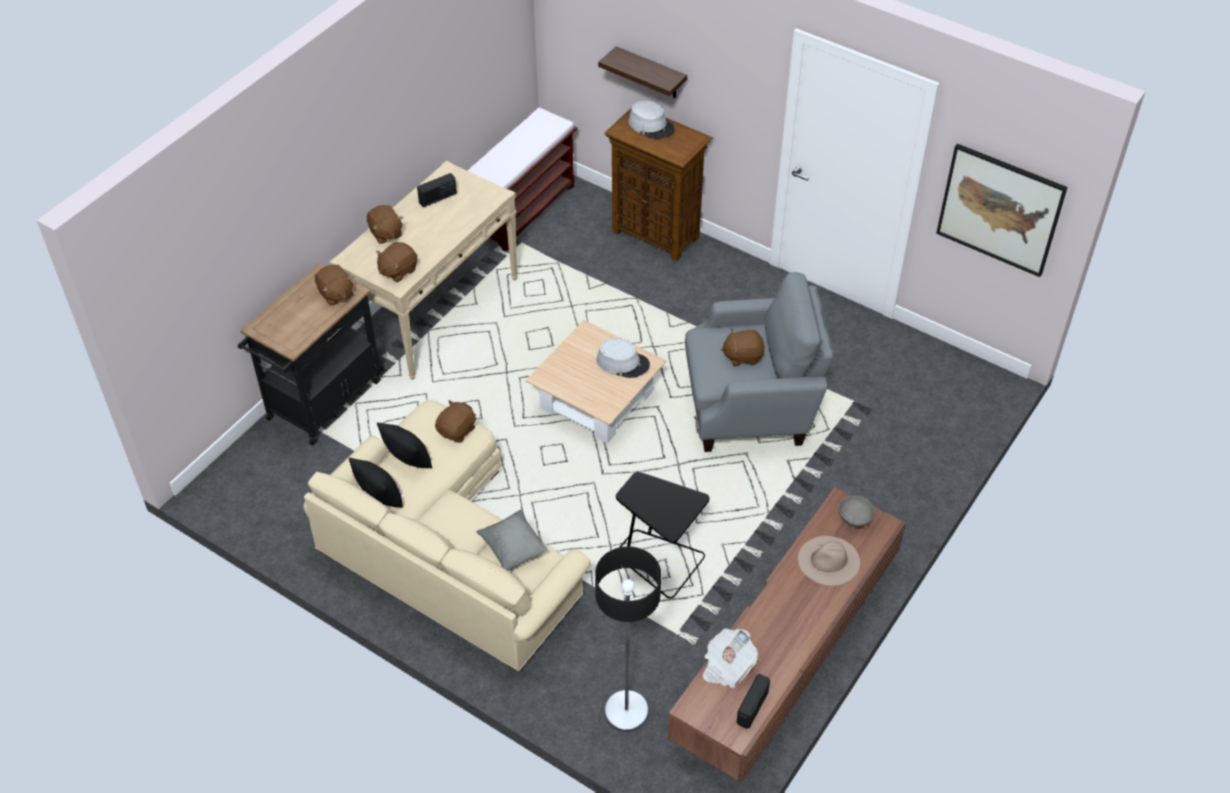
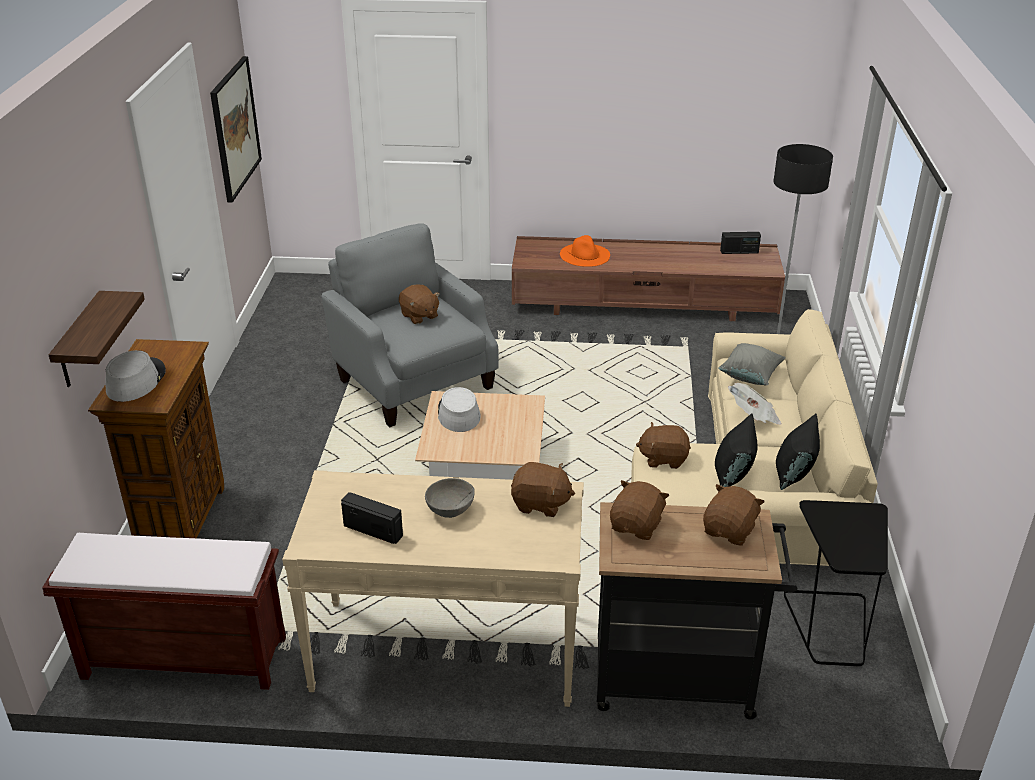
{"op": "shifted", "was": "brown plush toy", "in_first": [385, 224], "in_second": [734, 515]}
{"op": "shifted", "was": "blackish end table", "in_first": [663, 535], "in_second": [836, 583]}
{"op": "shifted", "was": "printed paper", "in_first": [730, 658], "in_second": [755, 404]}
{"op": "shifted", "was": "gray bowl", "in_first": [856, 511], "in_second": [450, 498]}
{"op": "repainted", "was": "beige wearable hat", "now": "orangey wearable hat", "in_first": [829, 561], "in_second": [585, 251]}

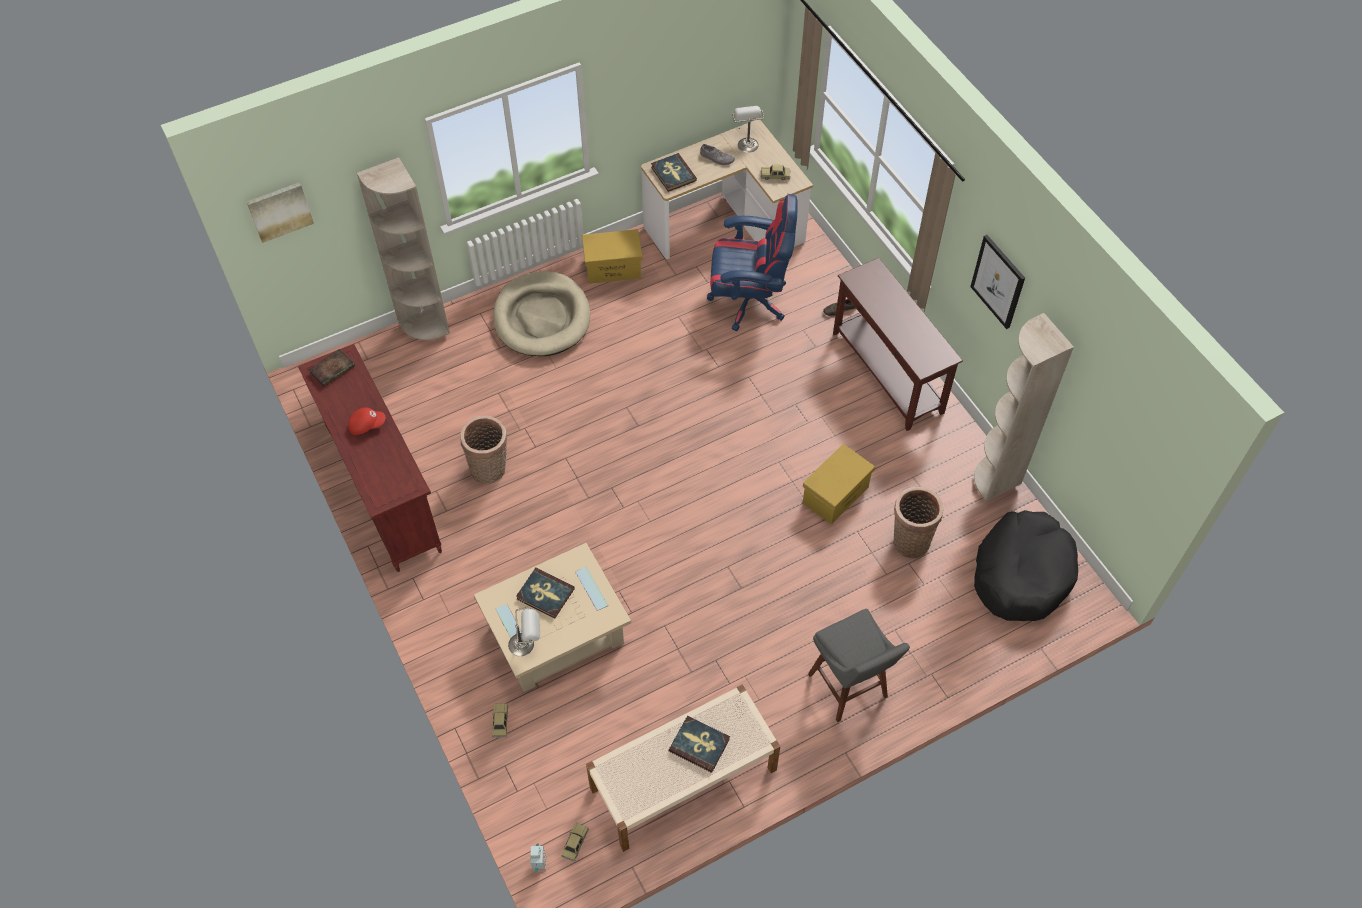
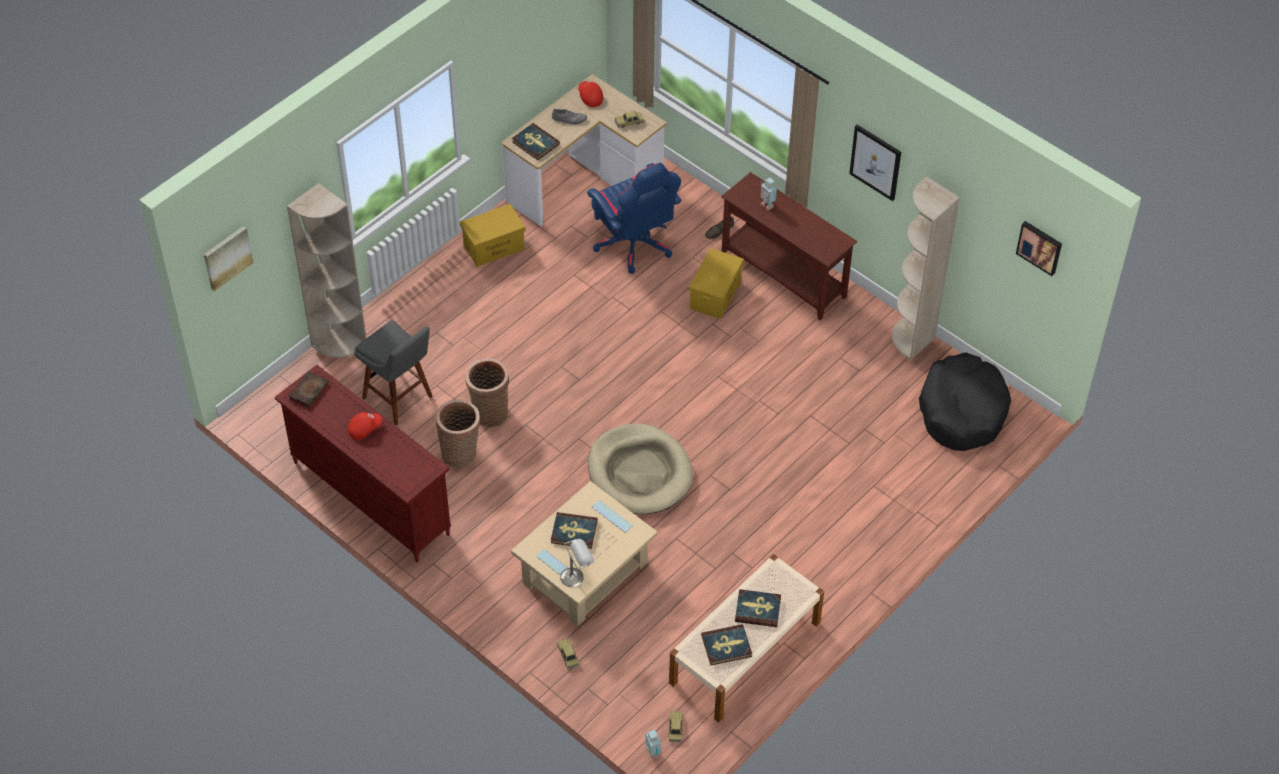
{"op": "new", "now": "book", "in_second": [726, 645]}
{"op": "new", "now": "model robot", "in_second": [768, 194]}
{"op": "new", "now": "picture", "in_second": [1039, 248]}
{"op": "shifted", "was": "beige dog bed", "in_first": [541, 313], "in_second": [640, 469]}
{"op": "shifted", "was": "yellow-coloured storage container", "in_first": [839, 484], "in_second": [716, 283]}
{"op": "shifted", "was": "gray sitting stool", "in_first": [859, 665], "in_second": [393, 372]}
{"op": "shifted", "was": "storage basket", "in_first": [918, 522], "in_second": [487, 392]}
{"op": "swapped", "was": "white-coloured tabletop lamp", "now": "red peaked cap", "in_first": [748, 129], "in_second": [590, 94]}
{"op": "rotated", "was": "blue desk chair", "in_first": [752, 262], "in_second": [634, 218], "clockwise": 75}

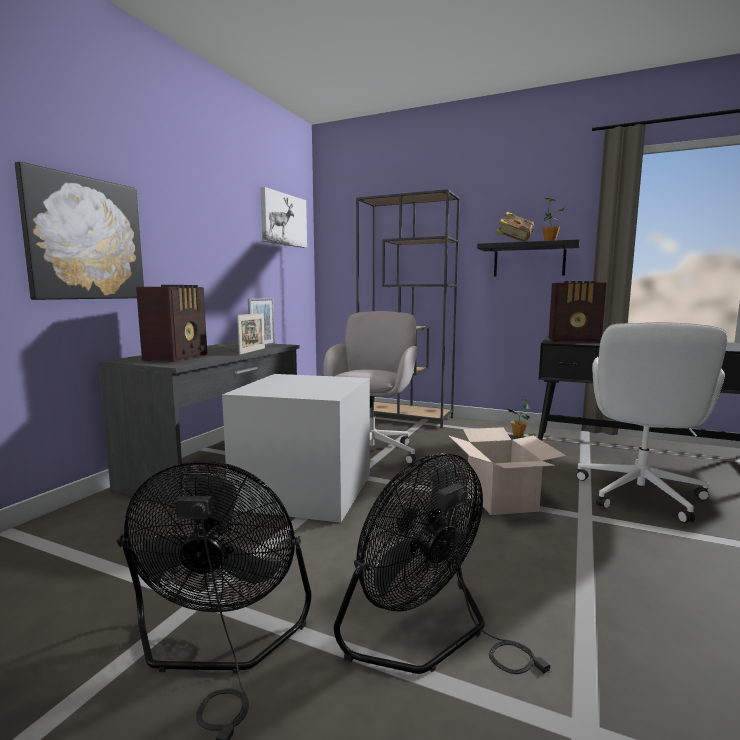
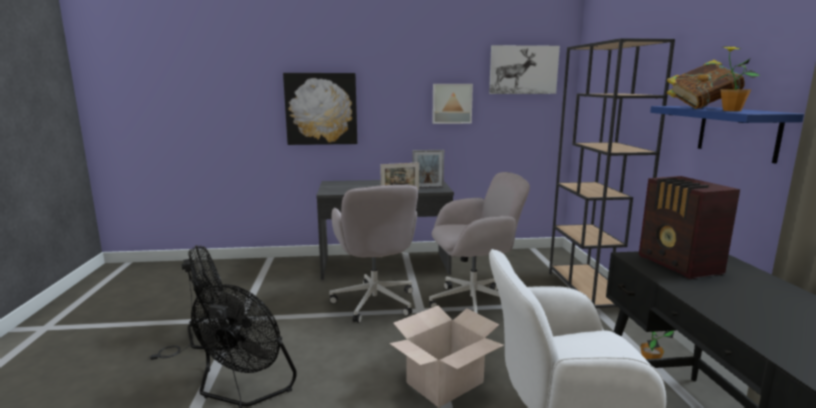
{"op": "gone", "was": "radio receiver", "in_first": [171, 323]}
{"op": "new", "now": "picture", "in_second": [452, 104]}
{"op": "swapped", "was": "gray storage container", "now": "gray desk chair", "in_first": [296, 448], "in_second": [373, 254]}
{"op": "repainted", "was": "blackish wall shelf", "now": "blue wall shelf", "in_first": [528, 257], "in_second": [727, 135]}

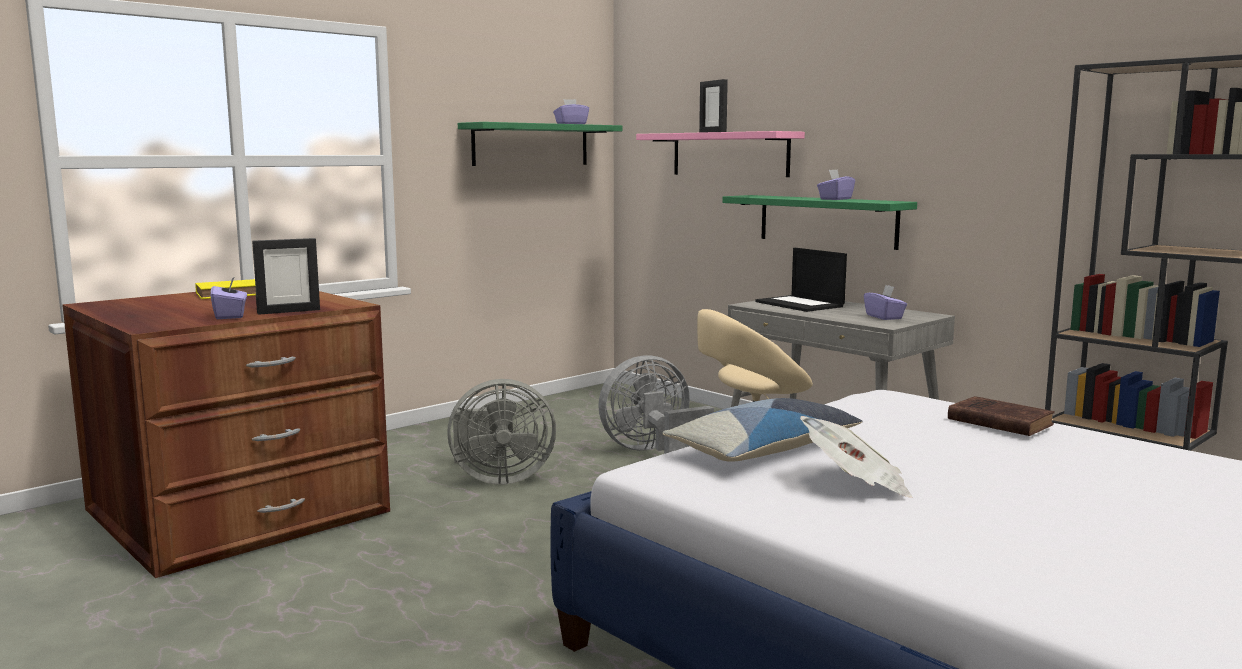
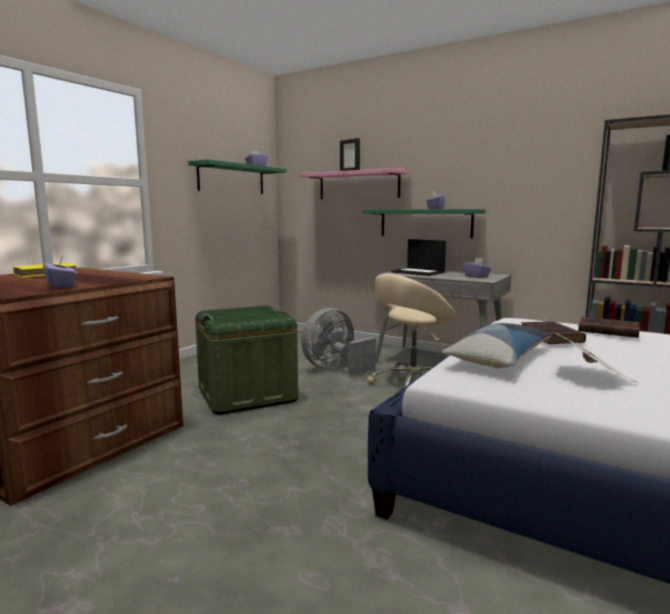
{"op": "gone", "was": "standing frame", "in_first": [286, 276]}
{"op": "new", "now": "brown book", "in_second": [553, 332]}
{"op": "swapped", "was": "gray fan", "now": "green storage container", "in_first": [501, 432], "in_second": [246, 360]}

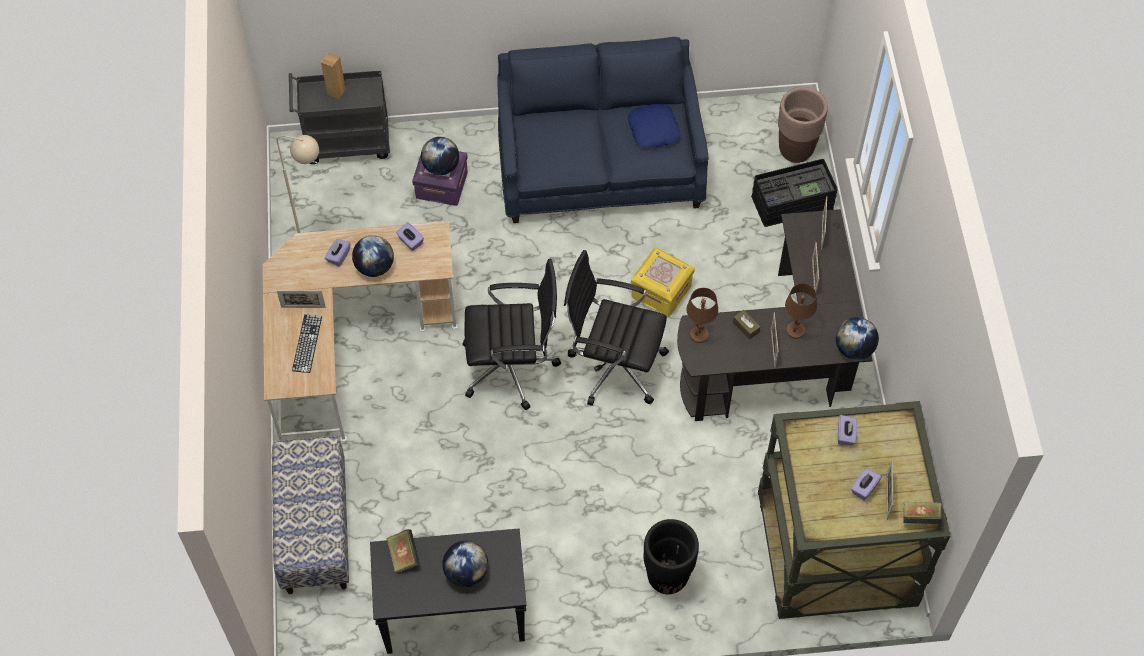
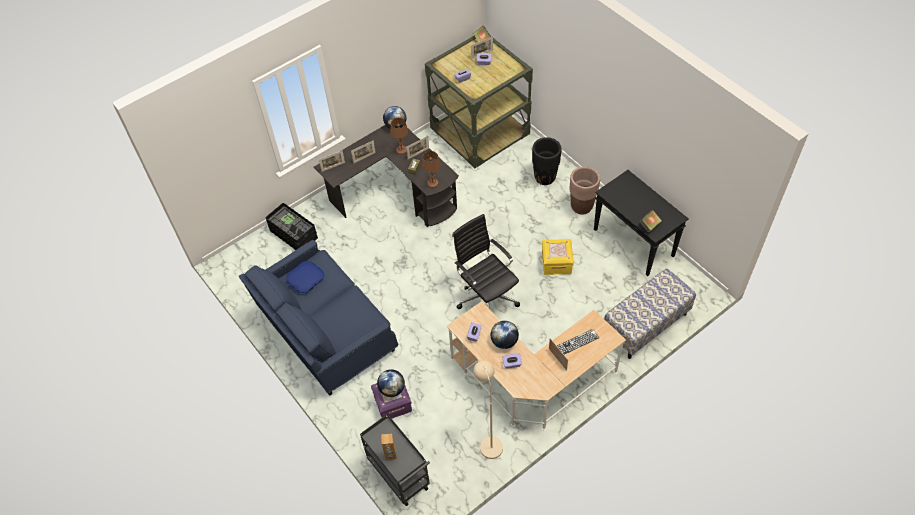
{"op": "gone", "was": "globe", "in_first": [465, 564]}
{"op": "gone", "was": "blackish desk chair", "in_first": [616, 328]}
{"op": "shifted", "was": "yellow-coloured storage container", "in_first": [663, 282], "in_second": [558, 257]}
{"op": "shifted", "was": "brown flower pot", "in_first": [803, 125], "in_second": [584, 190]}

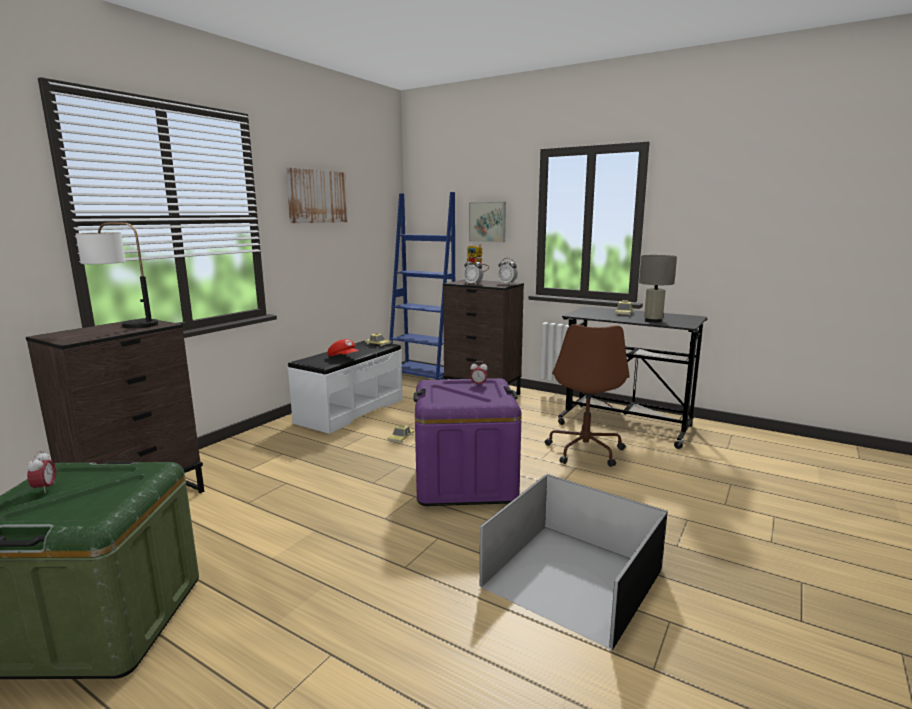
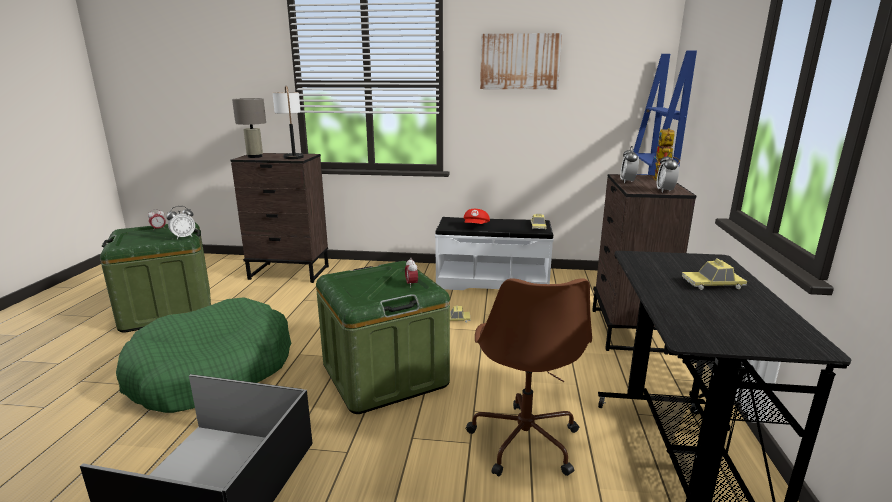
{"op": "gone", "was": "picture", "in_first": [487, 222]}
{"op": "new", "now": "green dog bed", "in_second": [203, 355]}
{"op": "new", "now": "alarm clock", "in_second": [180, 223]}
{"op": "shifted", "was": "gray tabletop lamp", "in_first": [658, 289], "in_second": [249, 128]}
{"op": "repainted", "was": "purplish storage container", "now": "green storage container", "in_first": [467, 442], "in_second": [383, 337]}
{"op": "rotated", "was": "brown desk chair", "in_first": [587, 395], "in_second": [529, 377], "clockwise": -75}

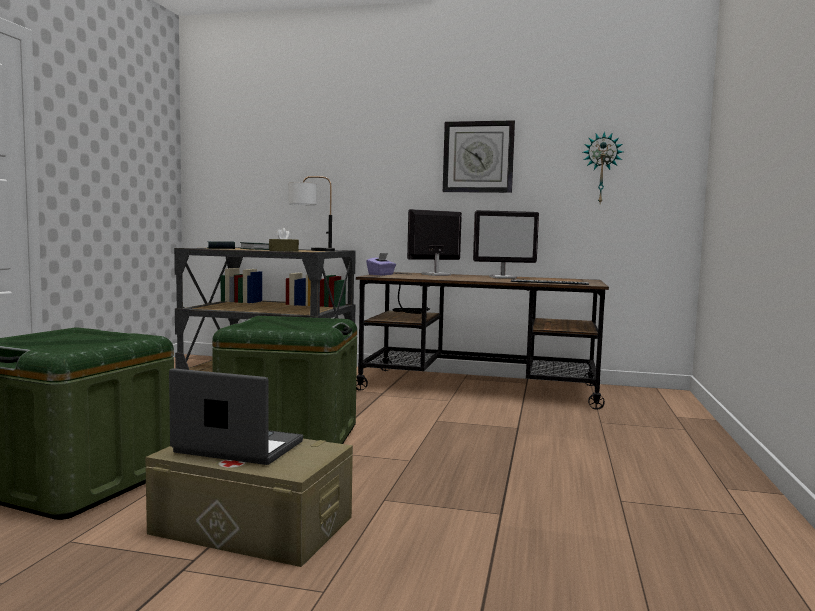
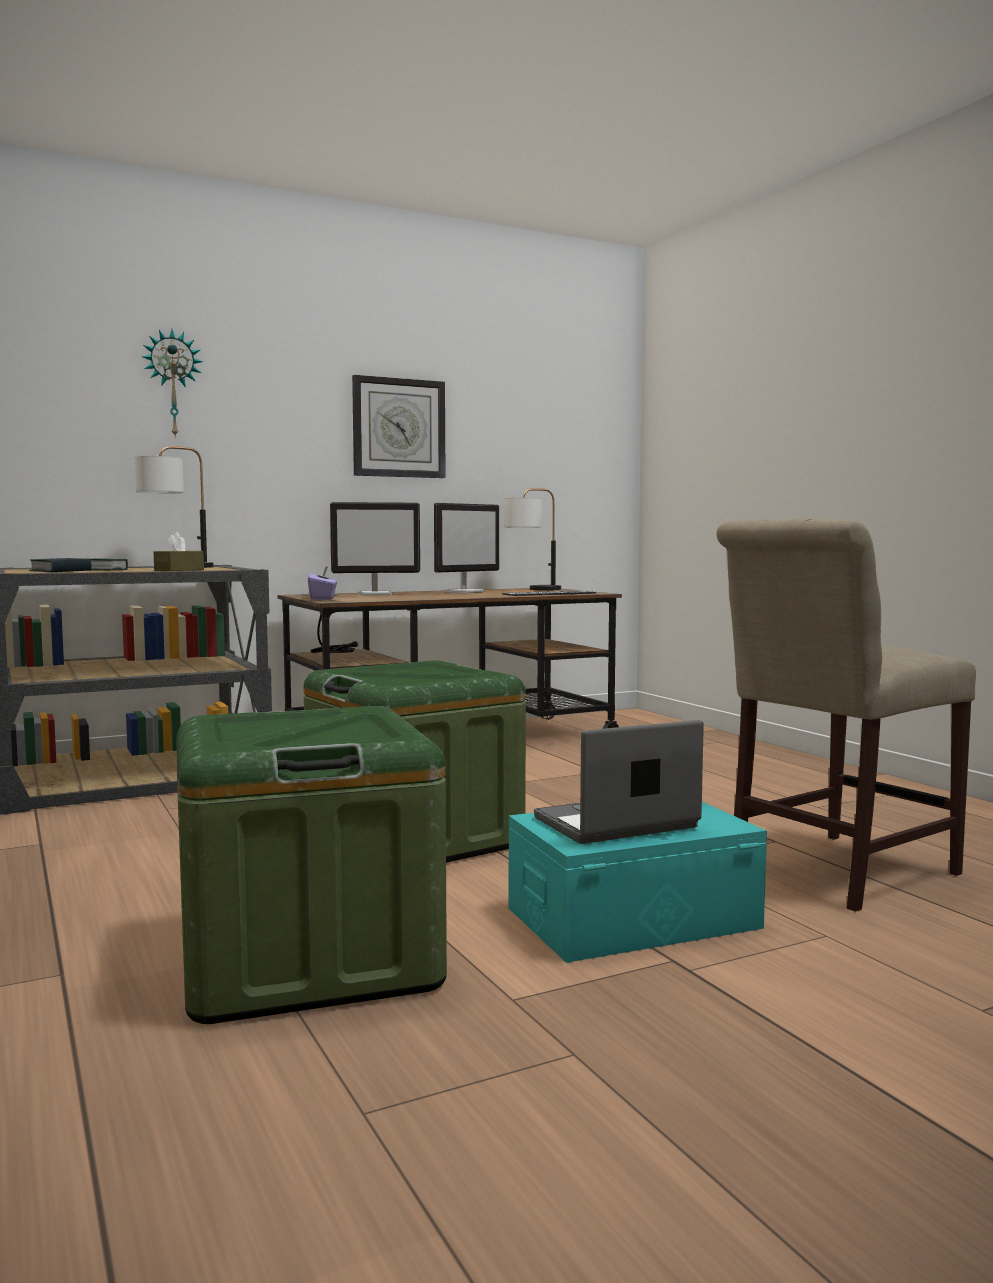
{"op": "new", "now": "tabletop lamp", "in_second": [532, 539]}
{"op": "new", "now": "beige chair", "in_second": [846, 715]}
{"op": "shifted", "was": "wall clock", "in_first": [603, 167], "in_second": [172, 383]}
{"op": "repainted", "was": "beige storage container", "now": "turquoise-coloured storage container", "in_first": [249, 503], "in_second": [638, 882]}
{"op": "rotated", "was": "computer screen", "in_first": [434, 242], "in_second": [375, 549], "clockwise": -120}

